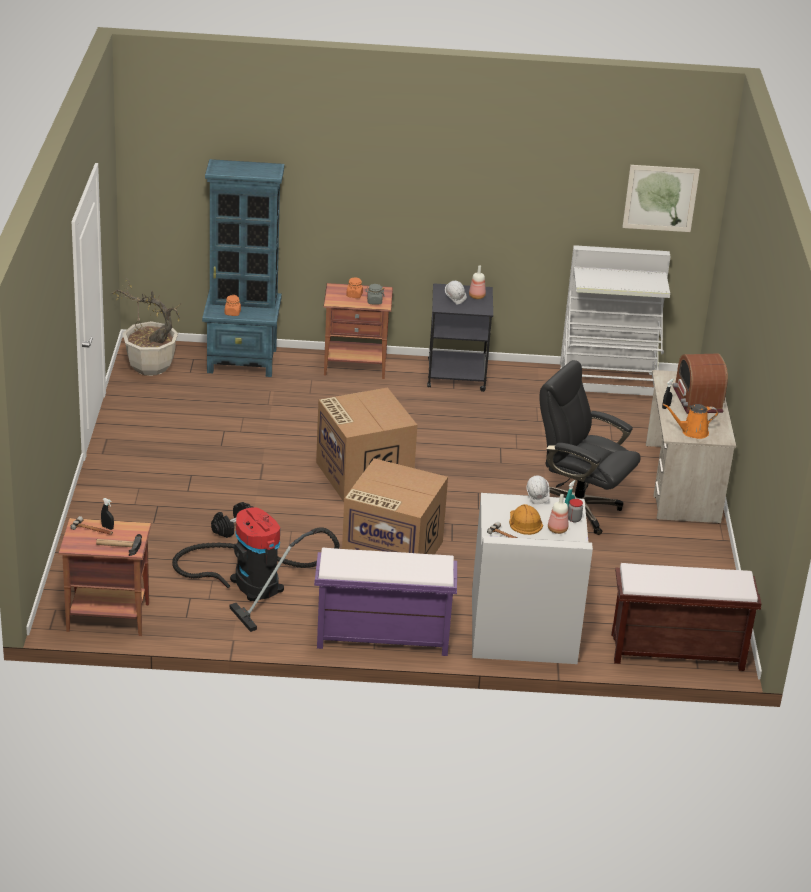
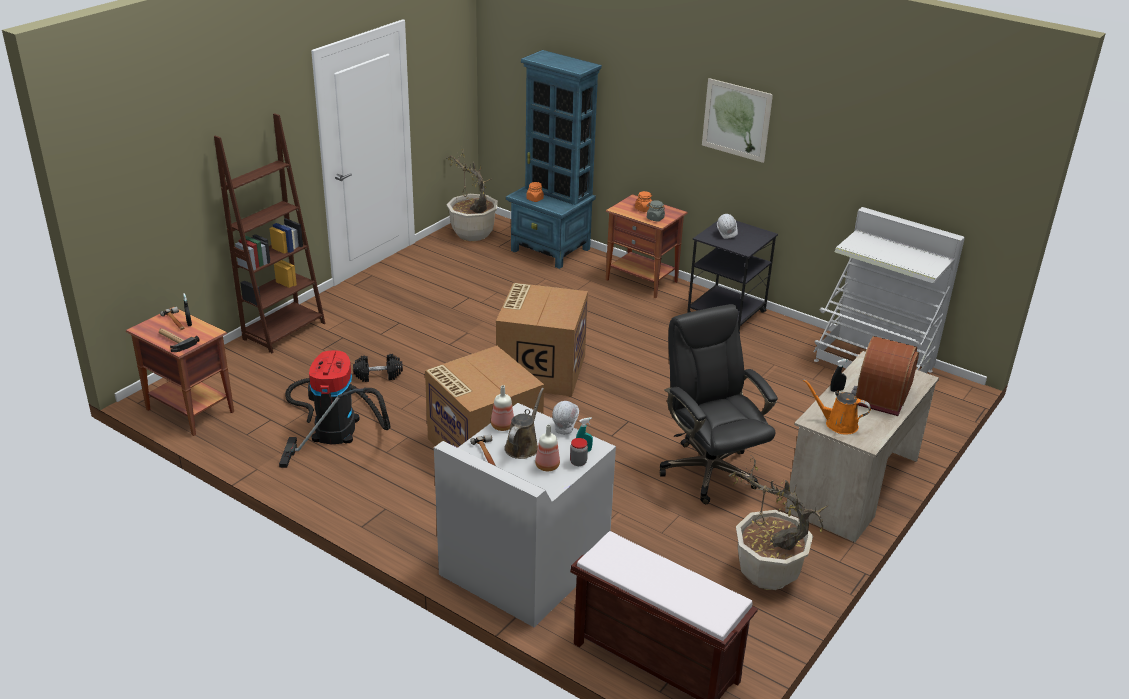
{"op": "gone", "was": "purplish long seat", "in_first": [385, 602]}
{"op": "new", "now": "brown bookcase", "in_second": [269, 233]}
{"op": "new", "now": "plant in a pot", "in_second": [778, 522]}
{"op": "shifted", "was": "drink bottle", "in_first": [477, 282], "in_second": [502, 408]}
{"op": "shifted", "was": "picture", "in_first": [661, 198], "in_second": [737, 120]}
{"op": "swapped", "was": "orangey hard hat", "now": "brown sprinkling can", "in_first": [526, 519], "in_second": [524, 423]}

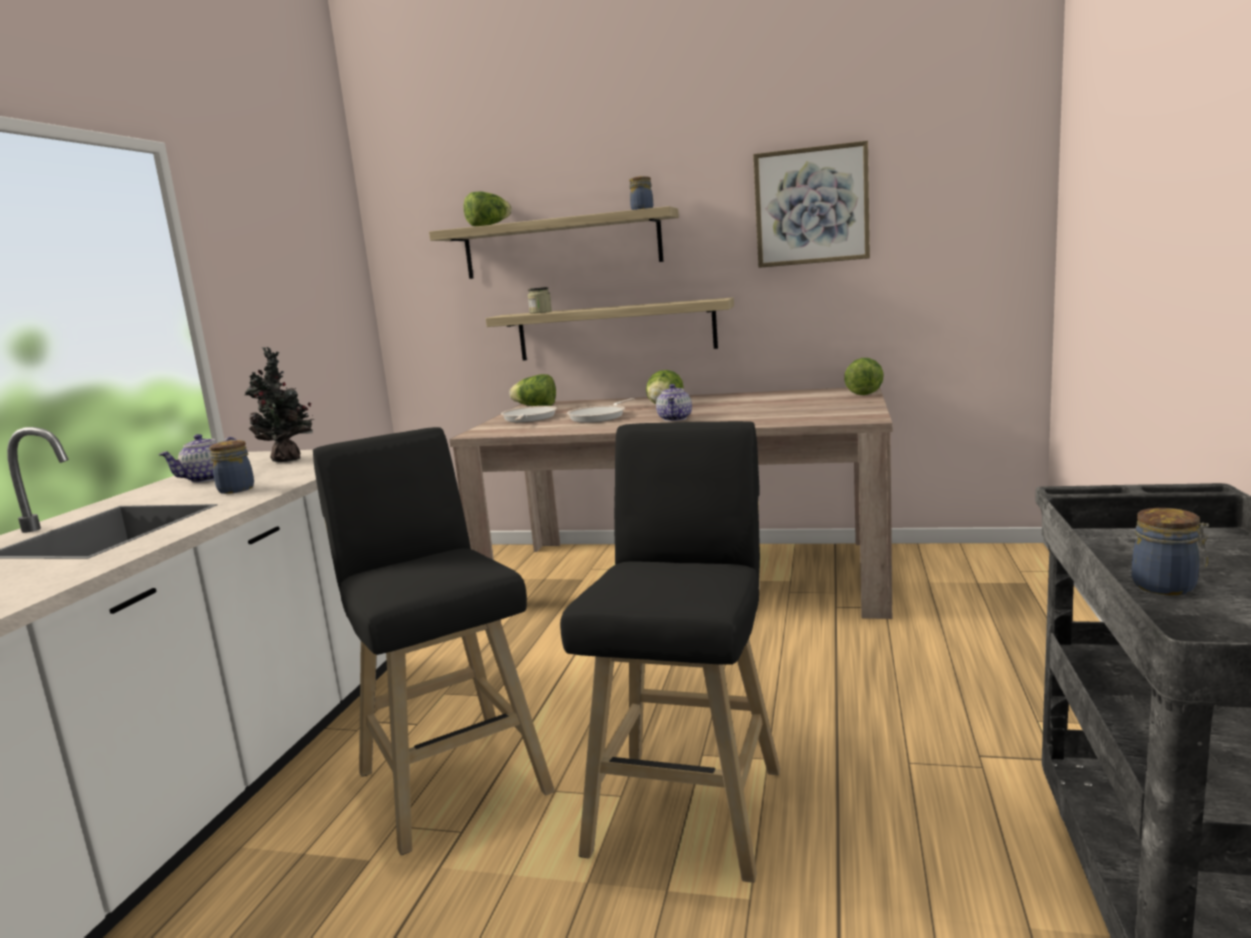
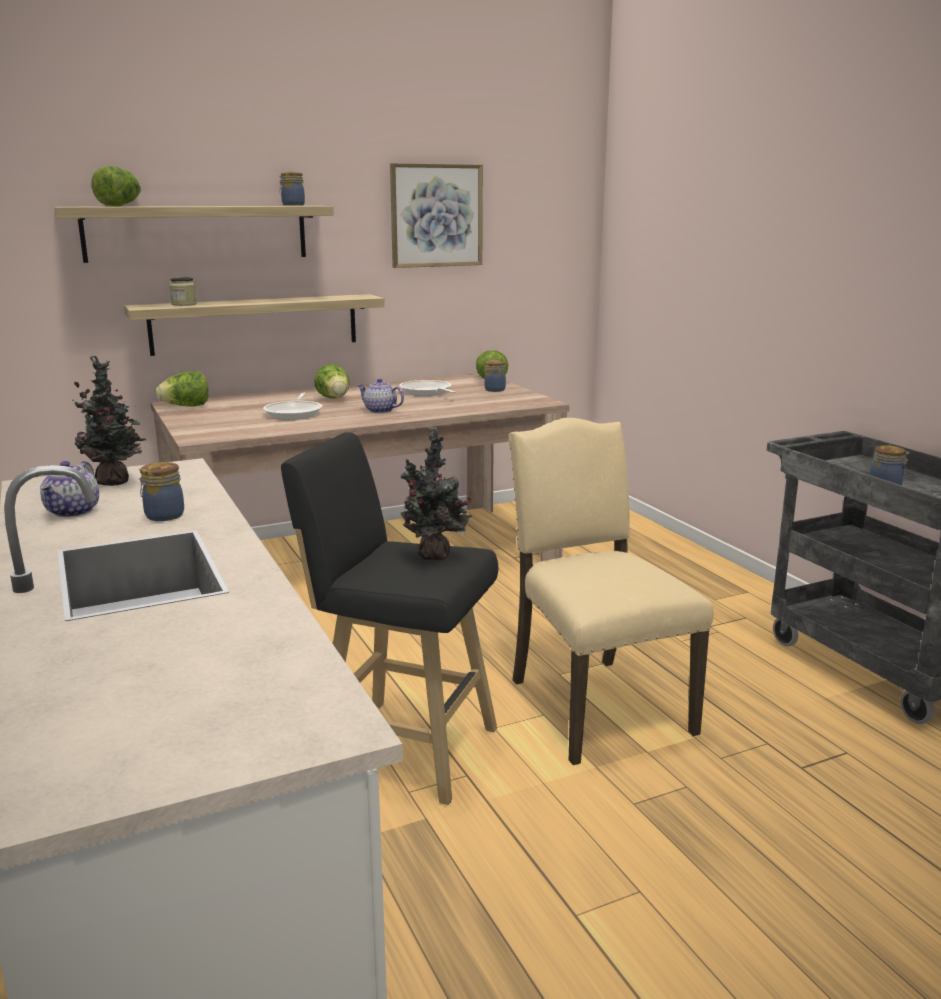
{"op": "new", "now": "plant in a pot", "in_second": [436, 494]}
{"op": "new", "now": "storage jar", "in_second": [495, 376]}
{"op": "shifted", "was": "skillet", "in_first": [529, 414], "in_second": [427, 388]}
{"op": "swapped", "was": "blackish sitting stool", "now": "beige chair", "in_first": [670, 652], "in_second": [611, 591]}
{"op": "rotated", "was": "pot for tea", "in_first": [674, 402], "in_second": [380, 396], "clockwise": 150}

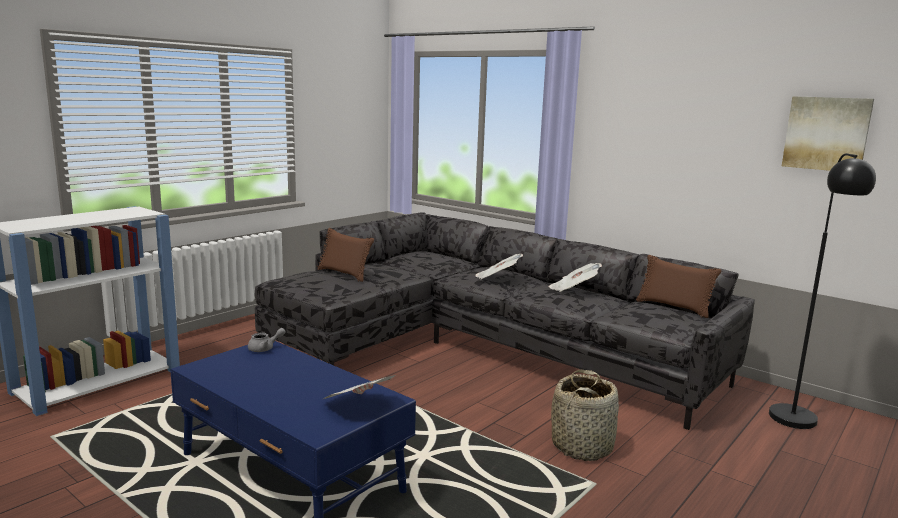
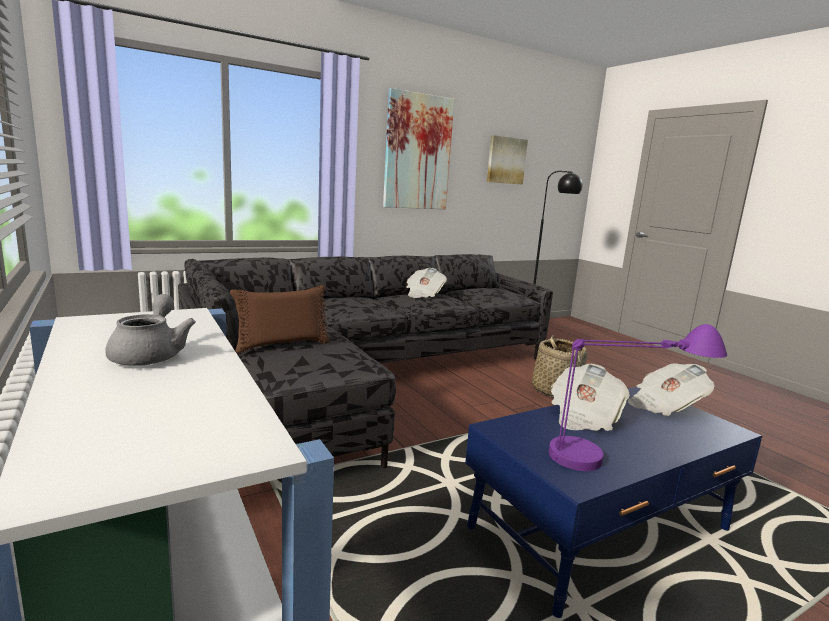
{"op": "gone", "was": "brown cushion", "in_first": [678, 286]}
{"op": "new", "now": "picture", "in_second": [419, 148]}
{"op": "new", "now": "purplish tabletop lamp", "in_second": [638, 397]}
{"op": "shifted", "was": "gray pot for tea", "in_first": [267, 340], "in_second": [150, 330]}
{"op": "shifted", "was": "printed paper", "in_first": [499, 266], "in_second": [590, 397]}

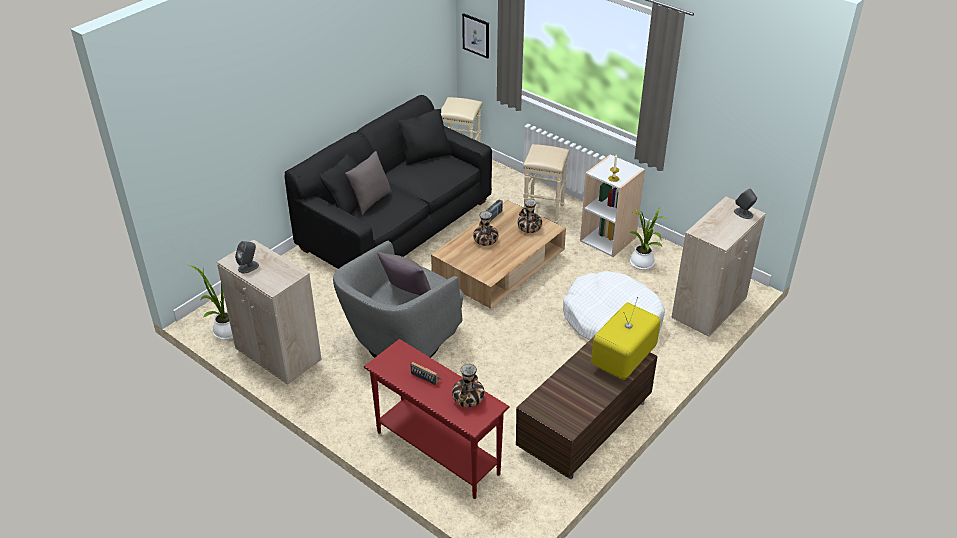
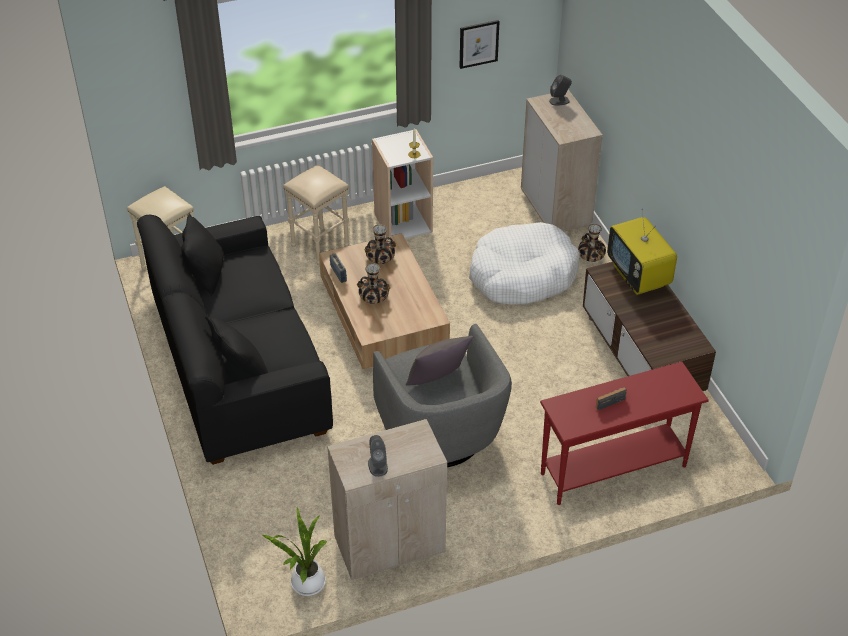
{"op": "gone", "was": "gray cushion", "in_first": [368, 183]}
{"op": "gone", "was": "plant in a pot", "in_first": [647, 238]}
{"op": "shifted", "was": "vase", "in_first": [468, 385], "in_second": [592, 243]}
{"op": "shifted", "was": "picture", "in_first": [475, 36], "in_second": [479, 44]}

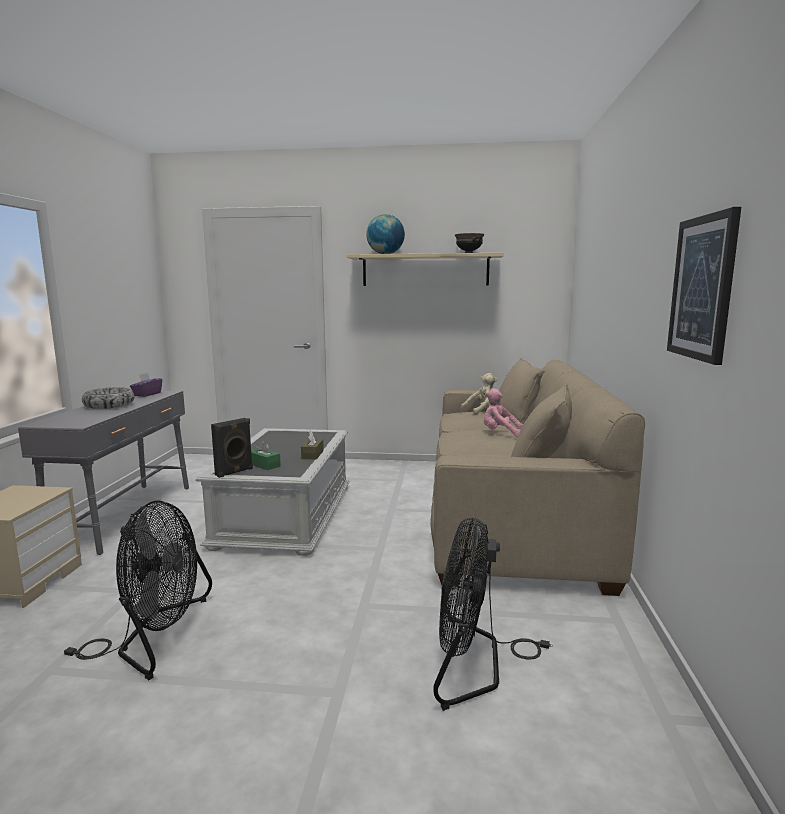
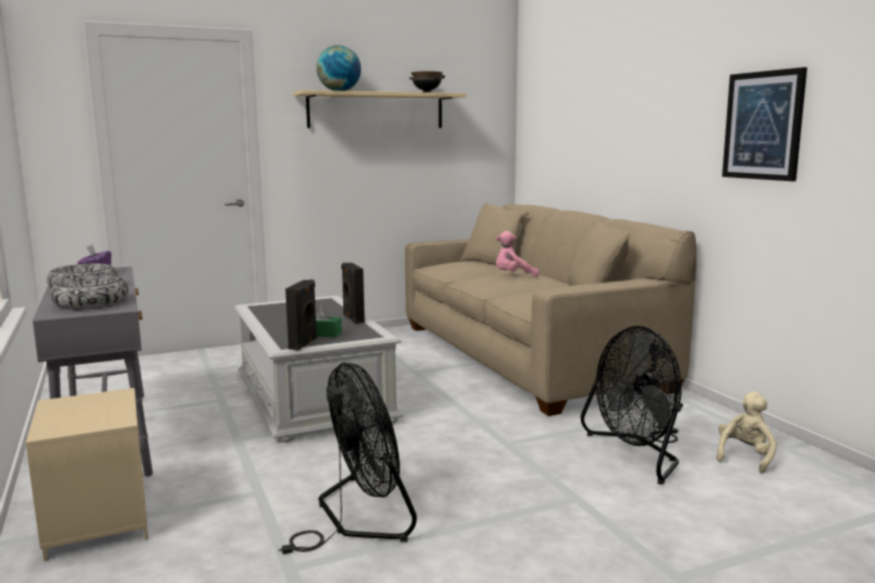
{"op": "new", "now": "bowl", "in_second": [89, 292]}
{"op": "shifted", "was": "beige plush toy", "in_first": [479, 394], "in_second": [746, 432]}
{"op": "swapped", "was": "brown tissue box", "now": "blackish speaker", "in_first": [312, 445], "in_second": [353, 293]}

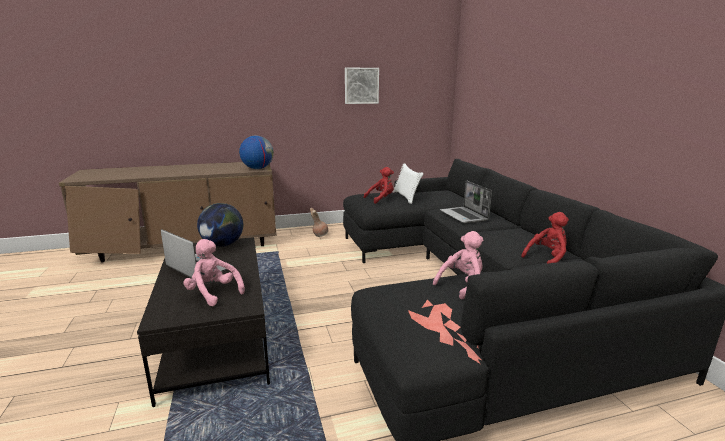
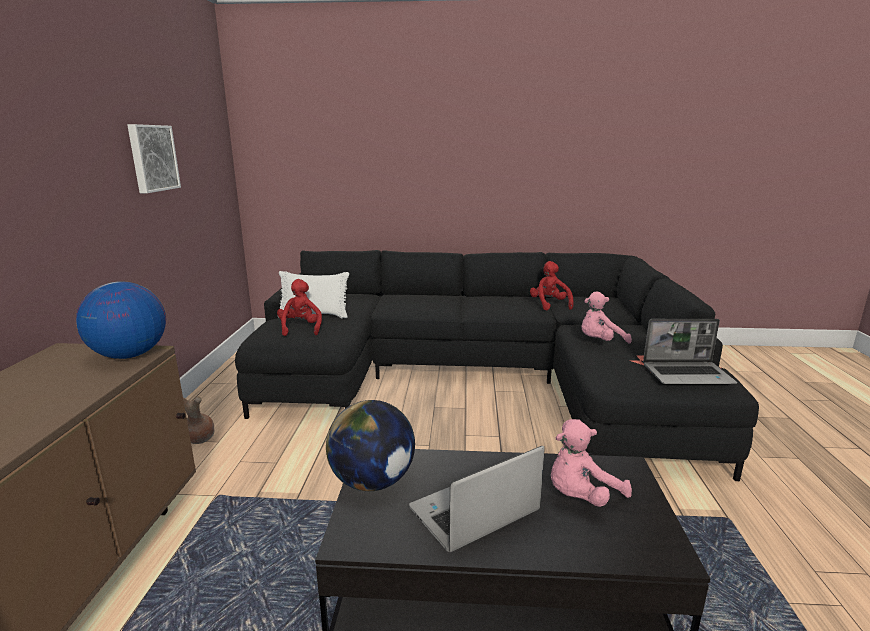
{"op": "shifted", "was": "portable computer", "in_first": [466, 202], "in_second": [690, 351]}
{"op": "rotated", "was": "pink-coloured plush toy", "in_first": [458, 265], "in_second": [607, 318], "clockwise": -90}

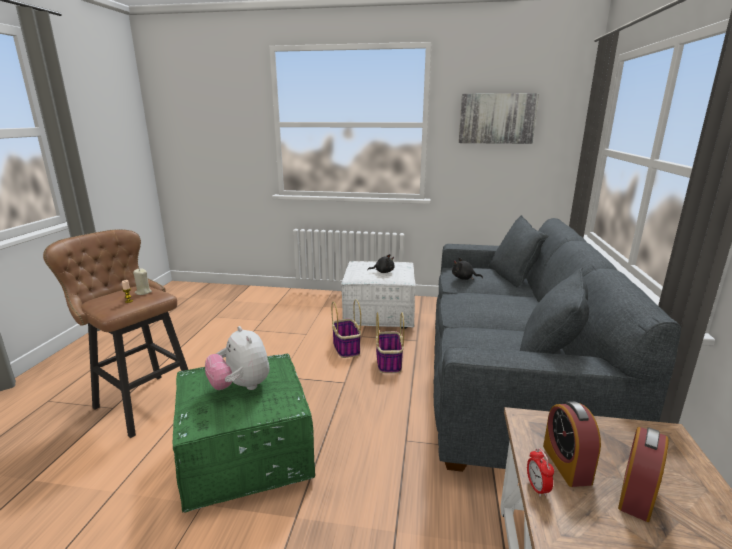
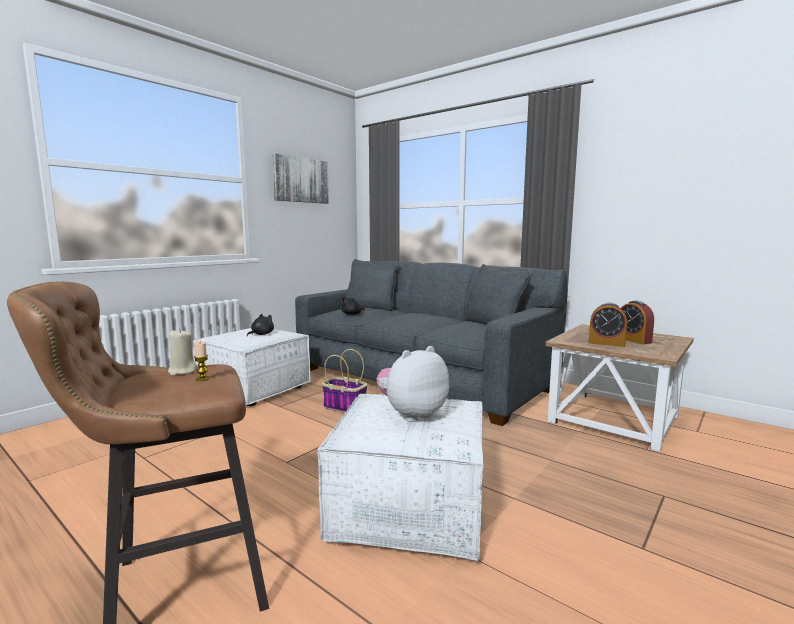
{"op": "gone", "was": "storage basket", "in_first": [346, 328]}
{"op": "gone", "was": "alarm clock", "in_first": [540, 472]}
{"op": "repainted", "was": "green footrest", "now": "white-coloured footrest", "in_first": [244, 433], "in_second": [400, 477]}
{"op": "rotated", "was": "plush toy", "in_first": [237, 358], "in_second": [413, 384], "clockwise": 150}

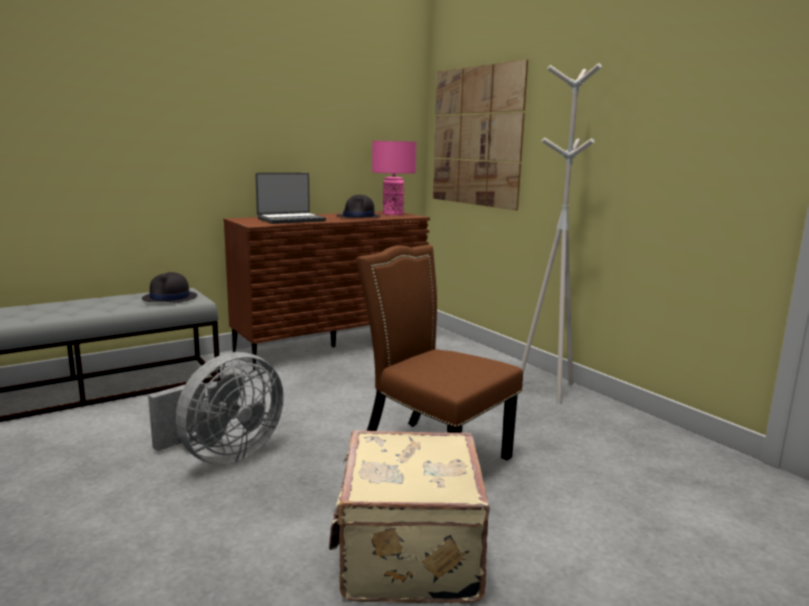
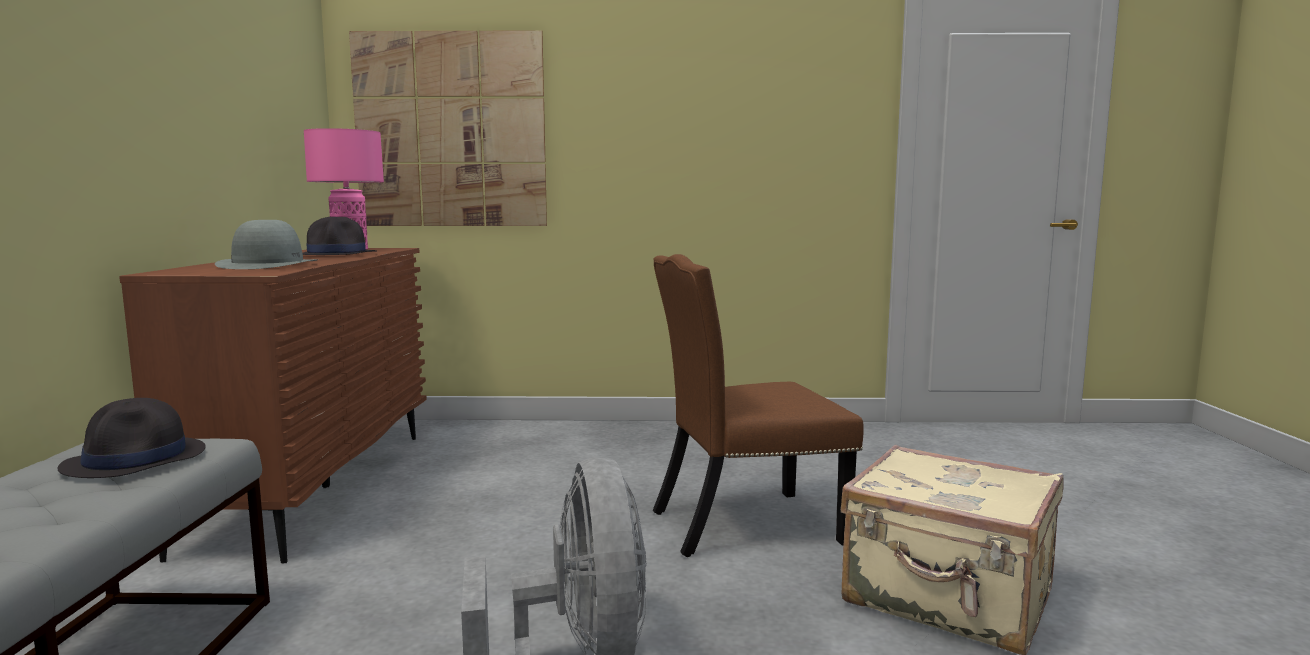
{"op": "gone", "was": "gray garment rack", "in_first": [561, 233]}
{"op": "swapped", "was": "portable computer", "now": "gray wearable hat", "in_first": [290, 198], "in_second": [266, 244]}

